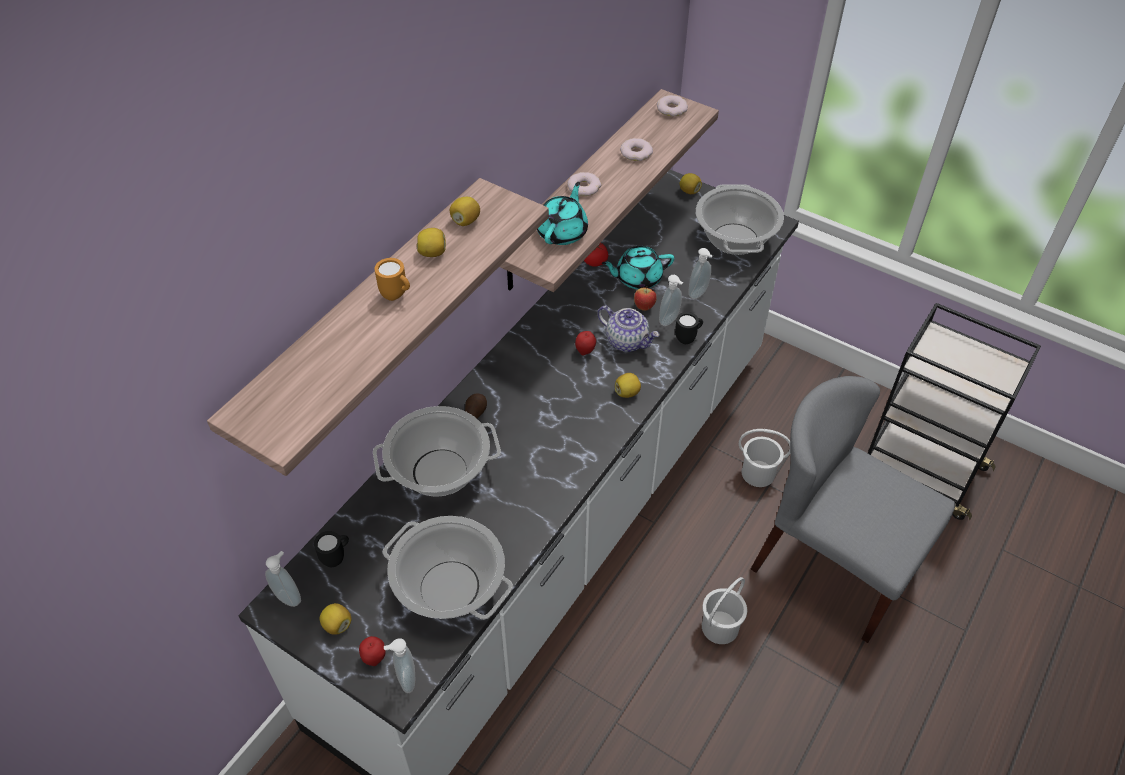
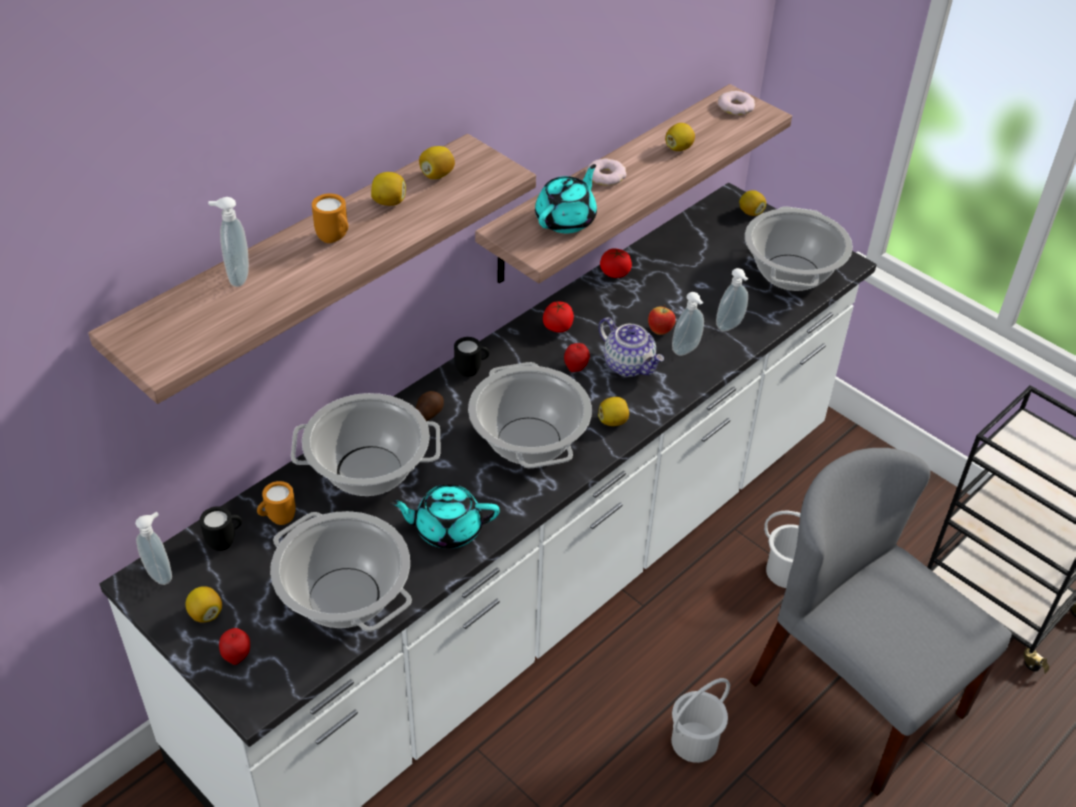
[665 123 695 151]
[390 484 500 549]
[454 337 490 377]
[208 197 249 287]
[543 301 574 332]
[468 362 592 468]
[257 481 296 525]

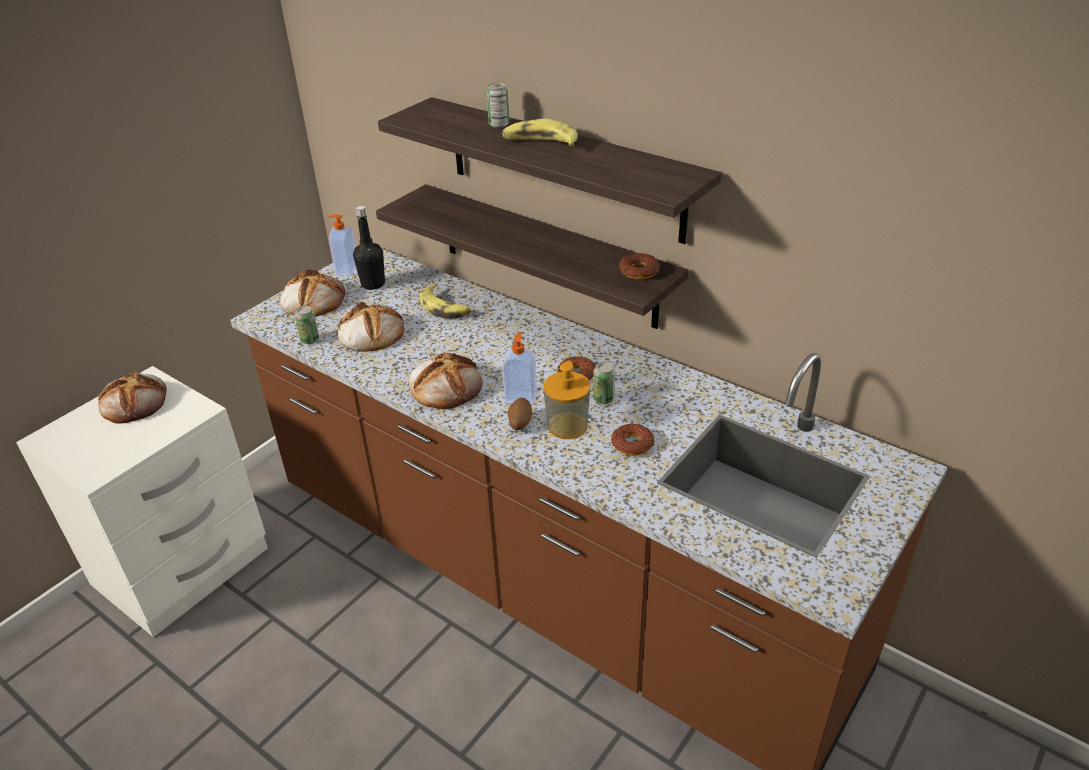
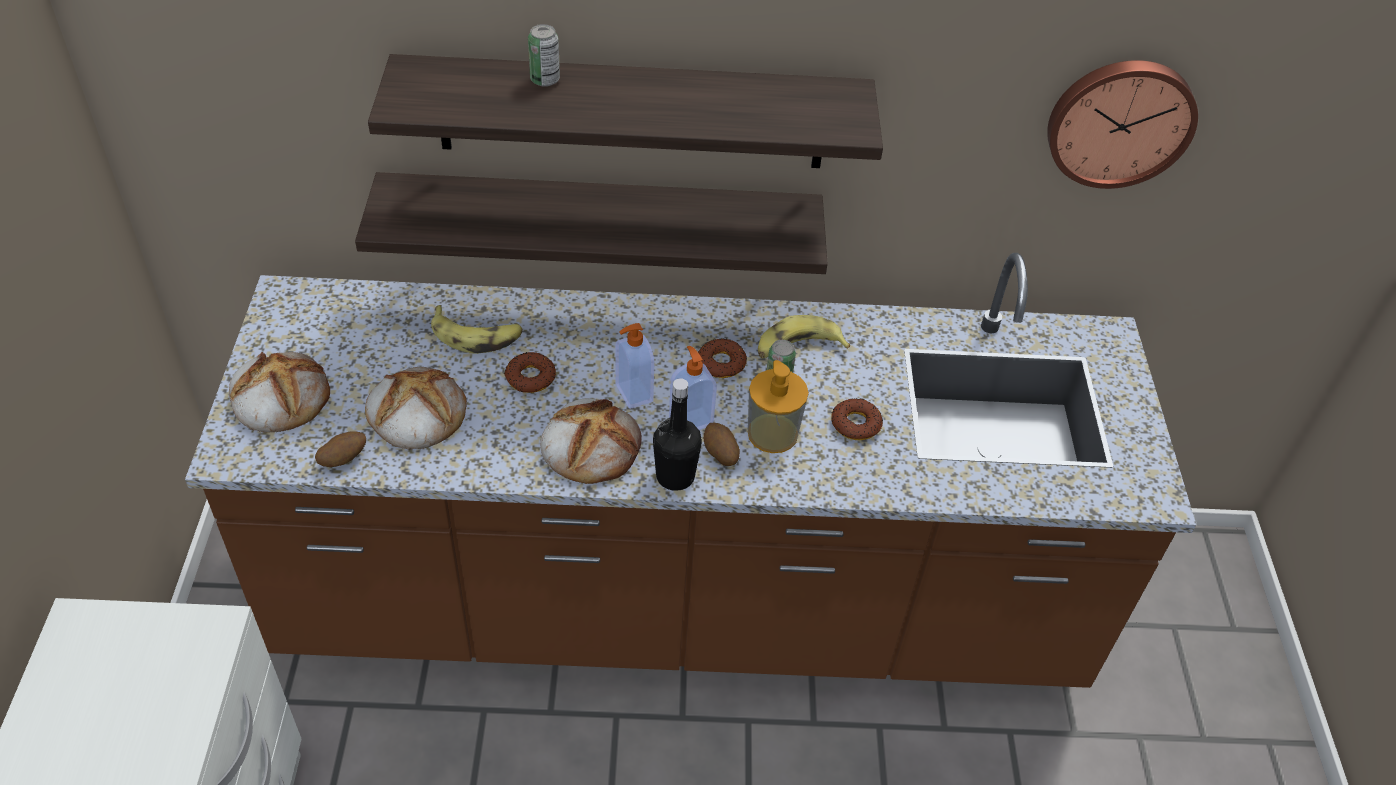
[758 315 850 359]
[653 378 702 491]
[616 323 654 409]
[504 352 556 393]
[315 431 366 467]
[98 372 167 424] (first image)
[1047 60 1198 189]

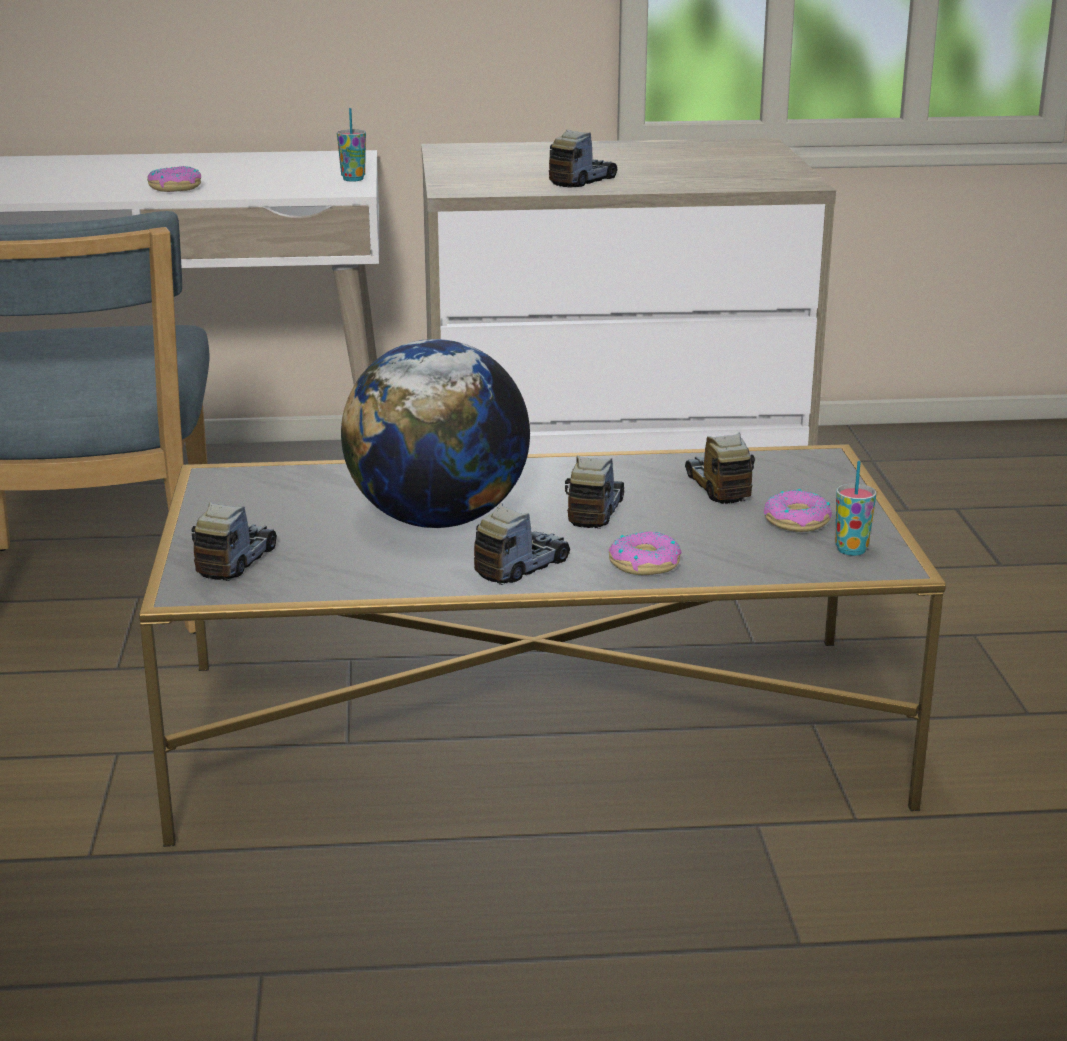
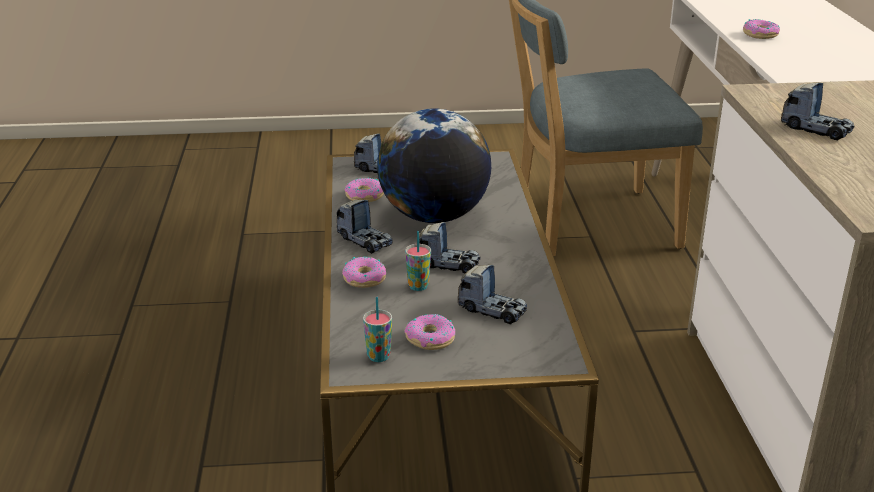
[405 231 431 291]
[458 265 527 325]
[345 178 384 202]

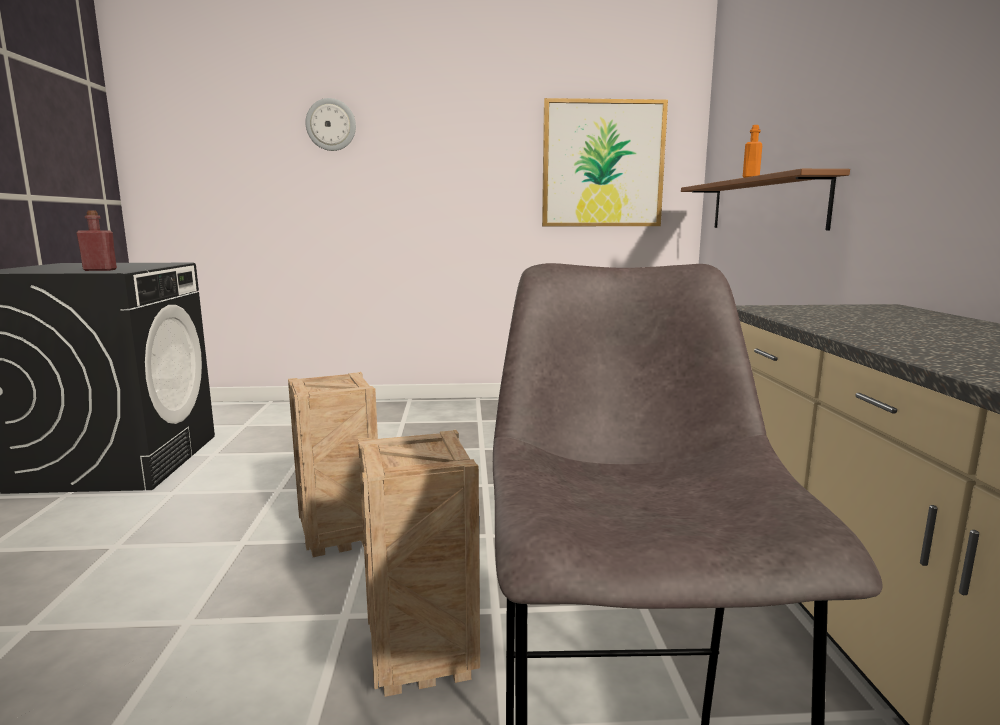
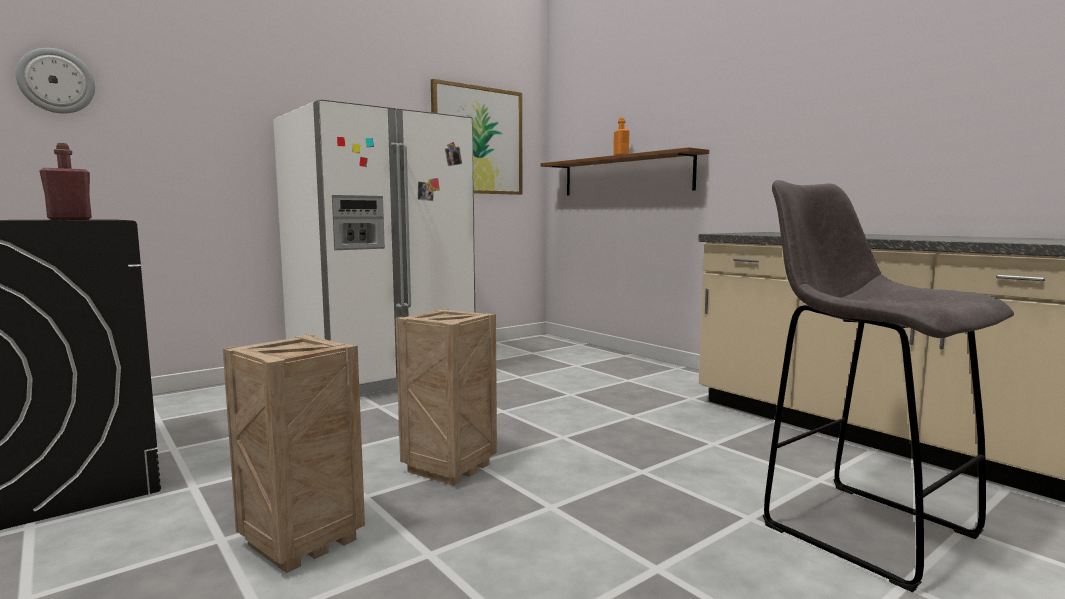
[16 48 95 114]
[223 334 365 573]
[273 99 475 397]

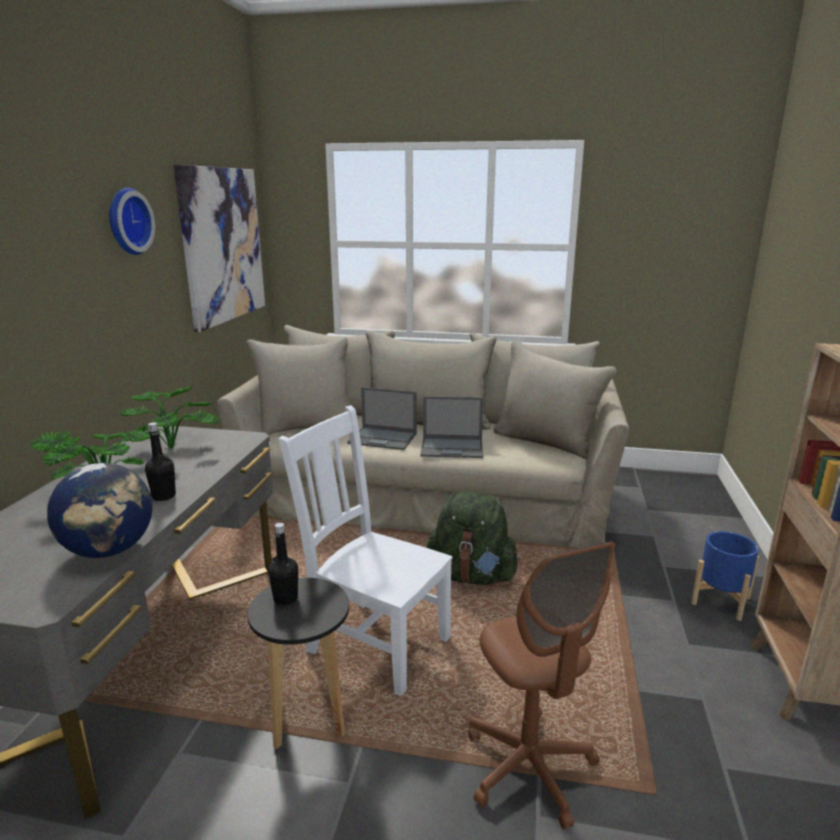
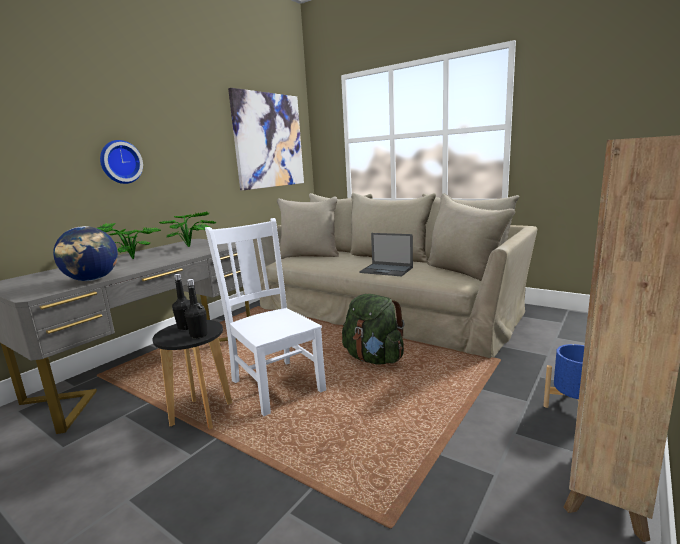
[100 140 143 184]
[347 387 417 450] (first image)
[185 279 208 339]
[468 542 615 829] (first image)

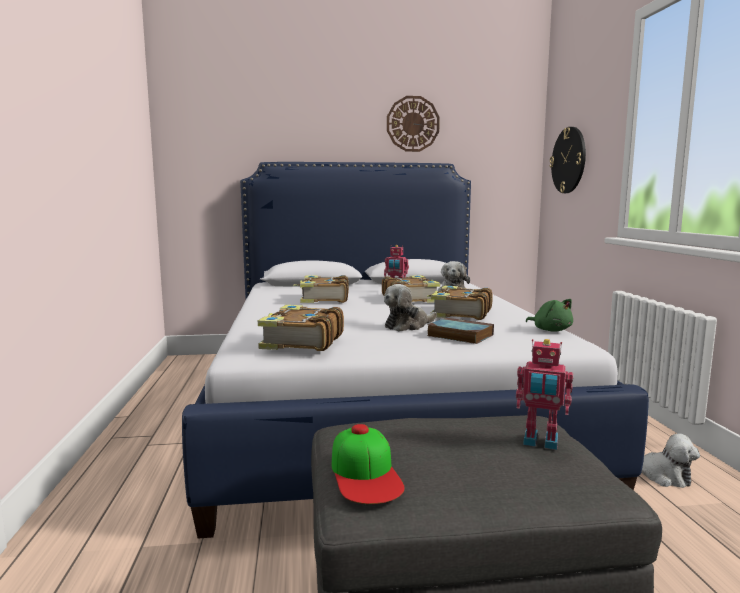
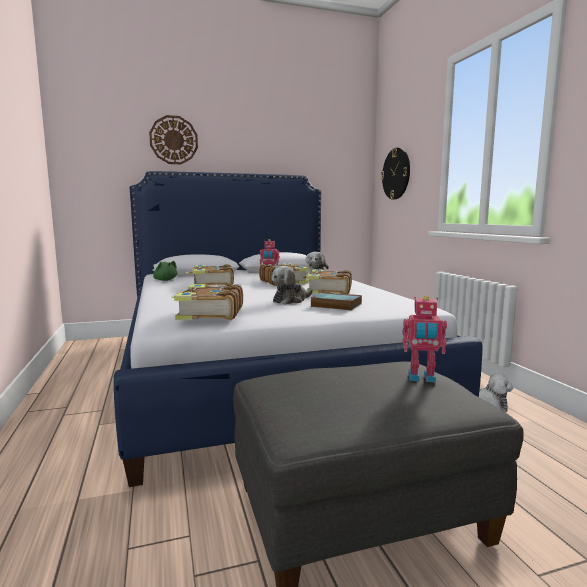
[149 115 198 164]
[153 261 177 281]
[332 424 405 504] (first image)

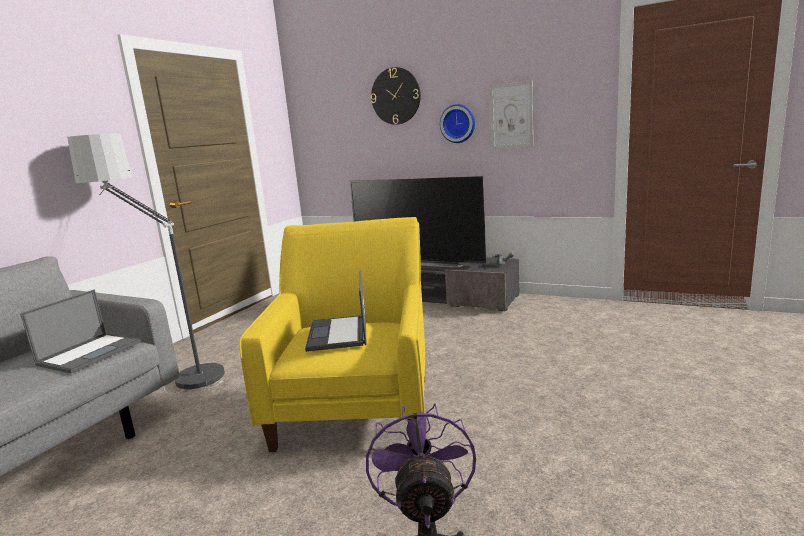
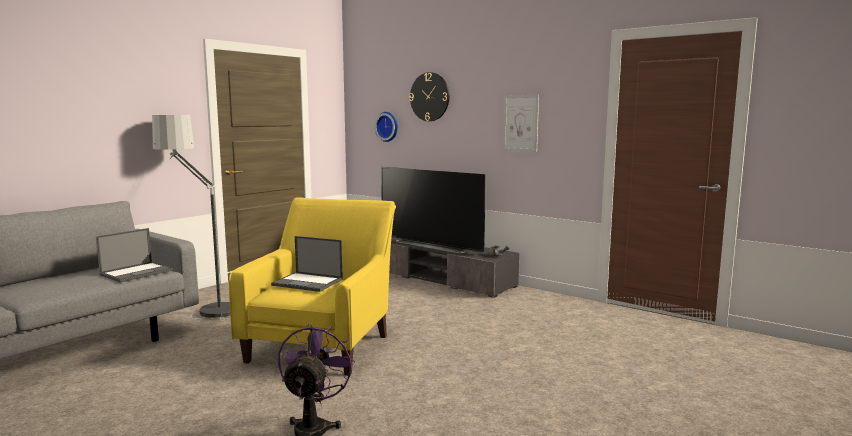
[374 112 398 142]
[271 236 343 292]

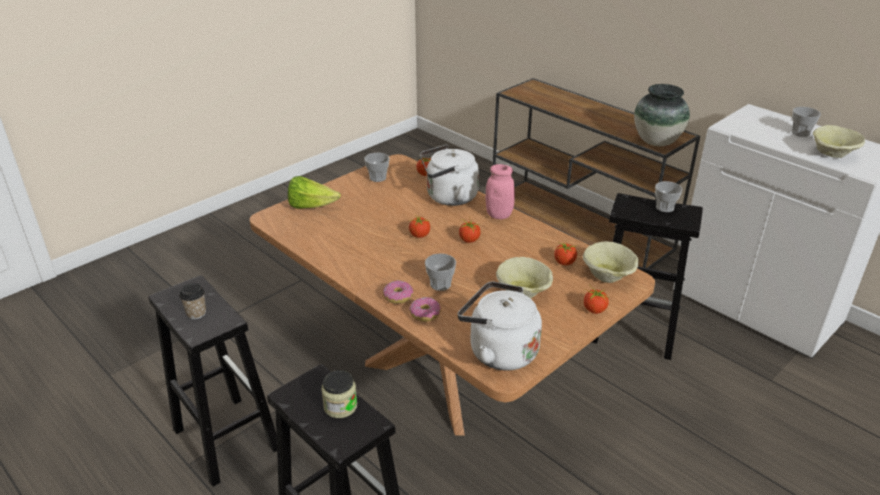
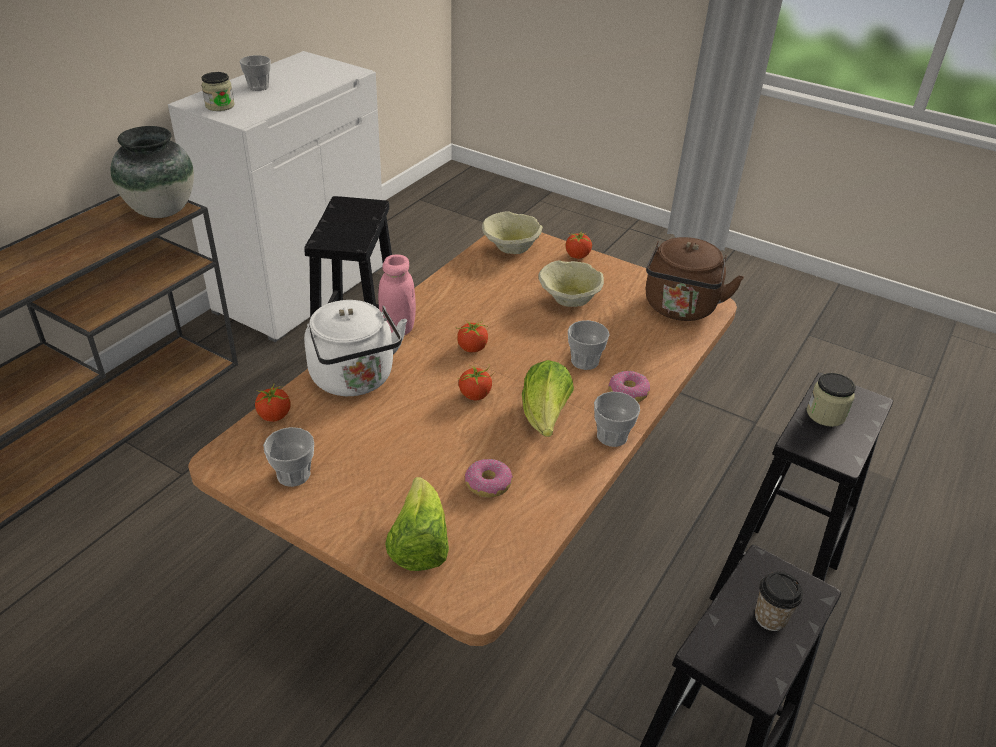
[813 125 865 158] (first image)
[594 391 640 447]
[554 243 577 266] (first image)
[646 237 744 321]
[465 459 513 498]
[201 72 234 111]
[522 360 574 437]

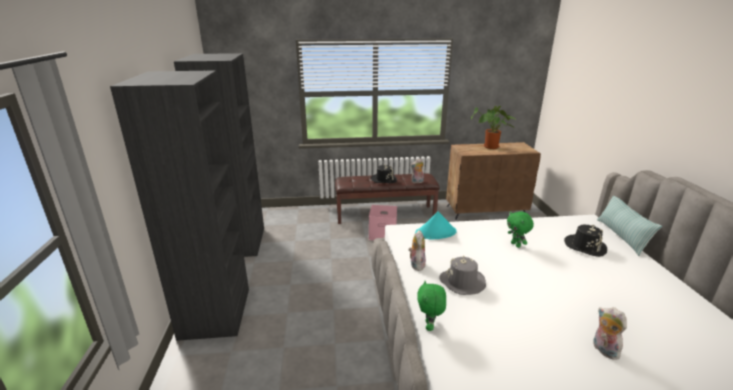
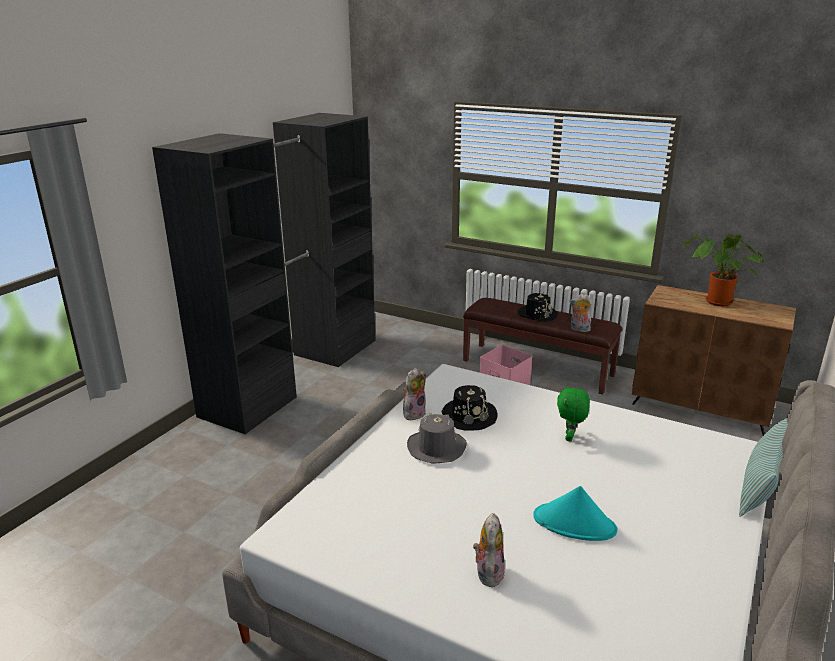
[533 486 618 541]
[442 385 497 430]
[417 281 446 331] (first image)

